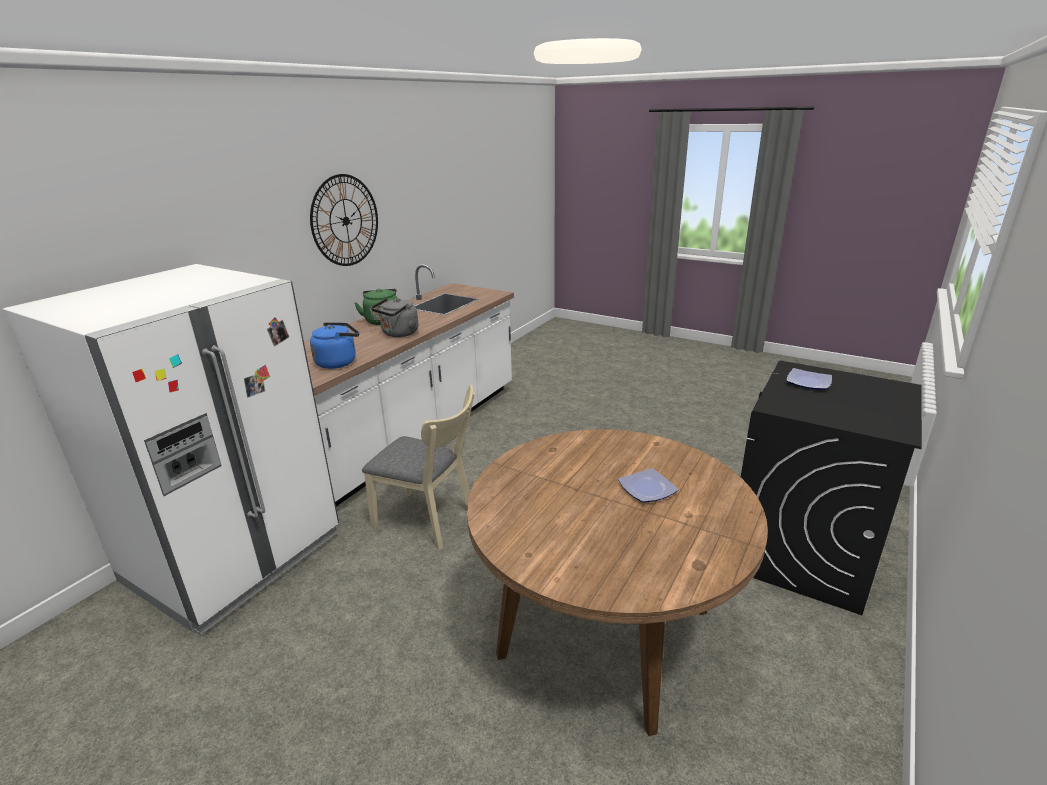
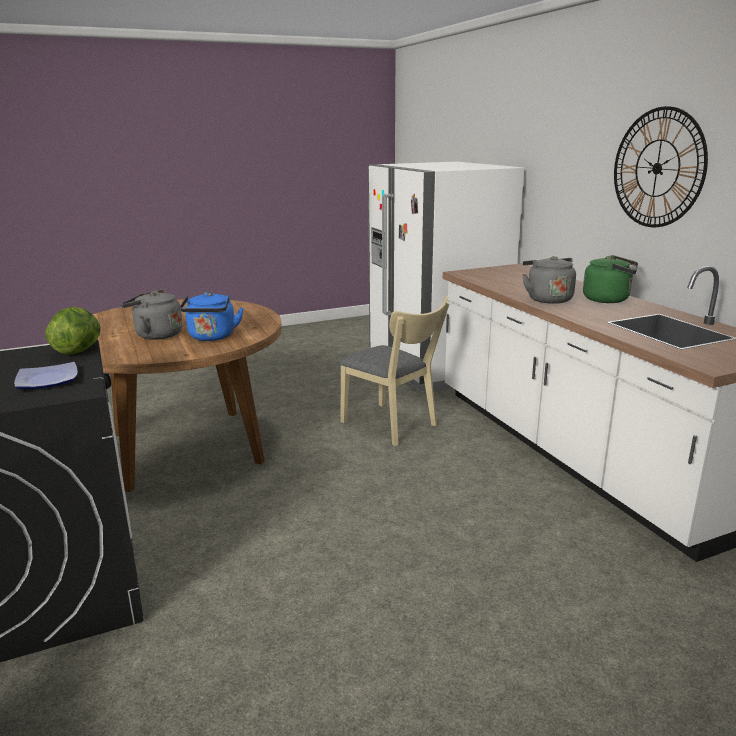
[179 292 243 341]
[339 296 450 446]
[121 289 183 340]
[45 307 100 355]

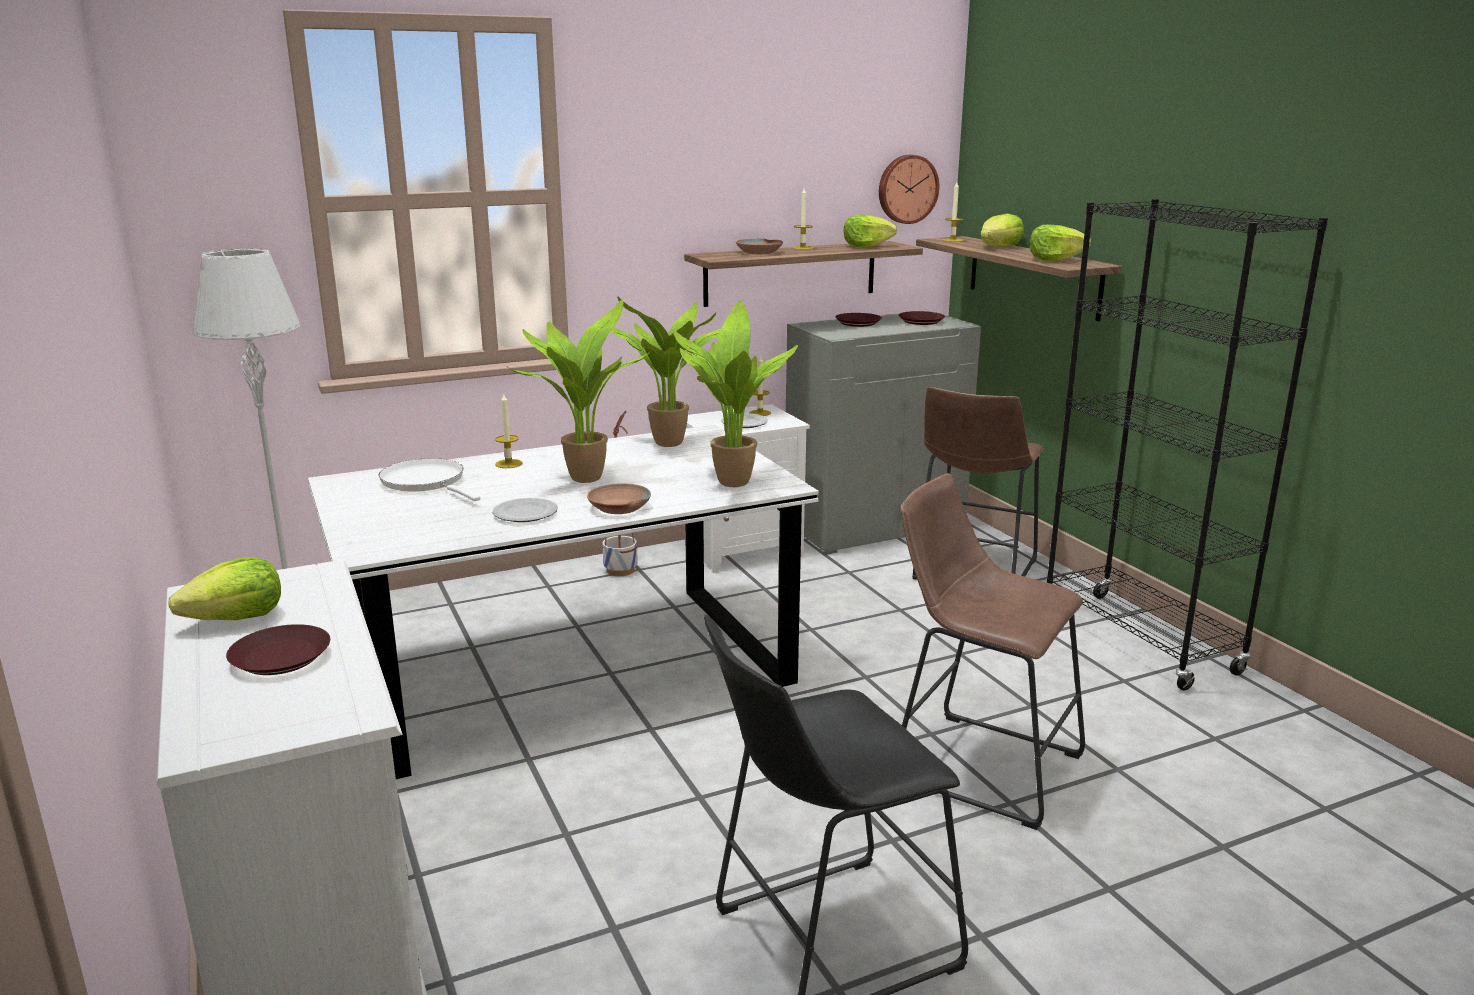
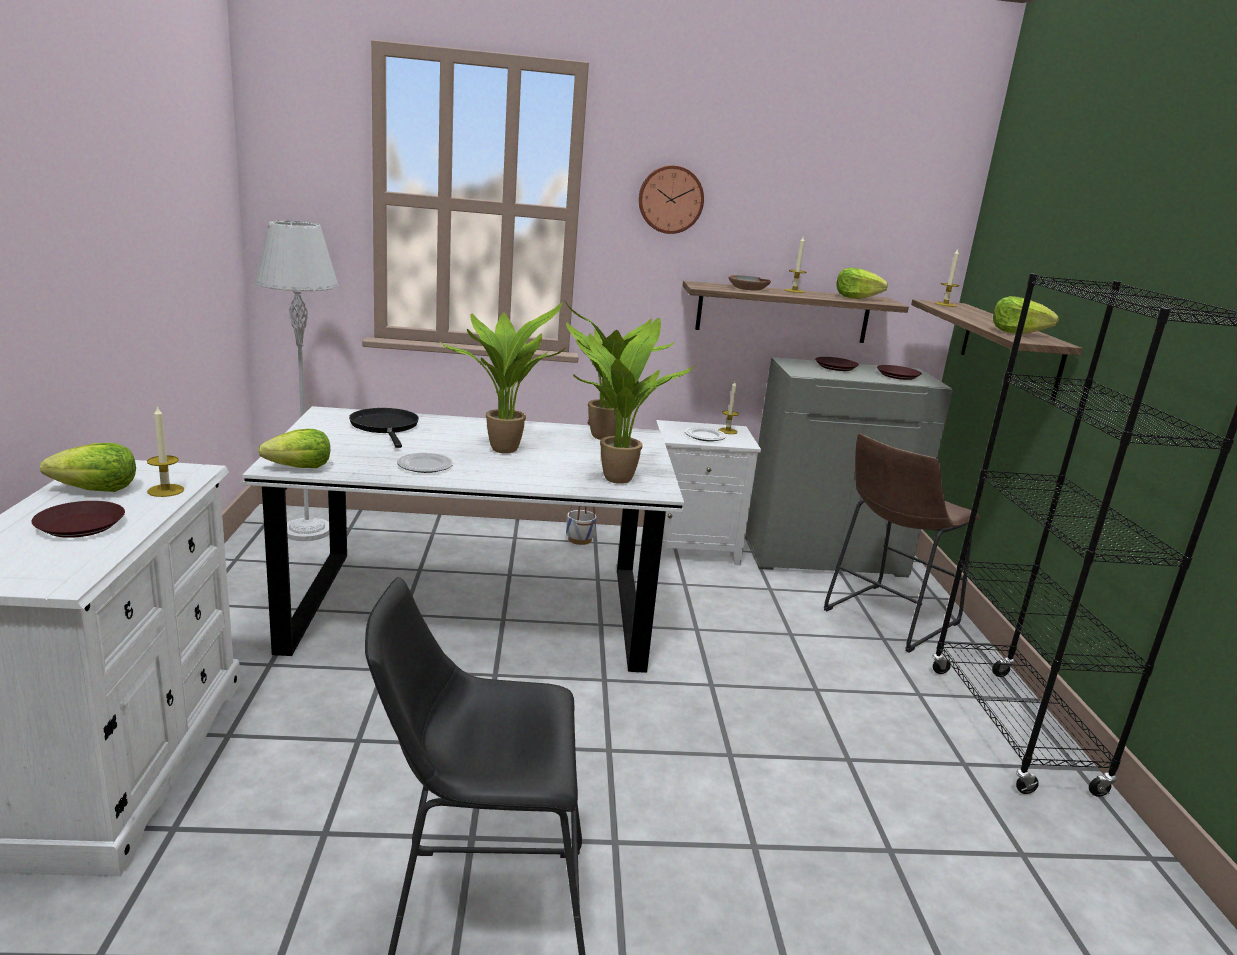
[639 165 704 234]
[258 429 330 468]
[147 405 184 497]
[349 408 419 448]
[901 473 1085 830] (first image)
[587 483 651 514] (first image)

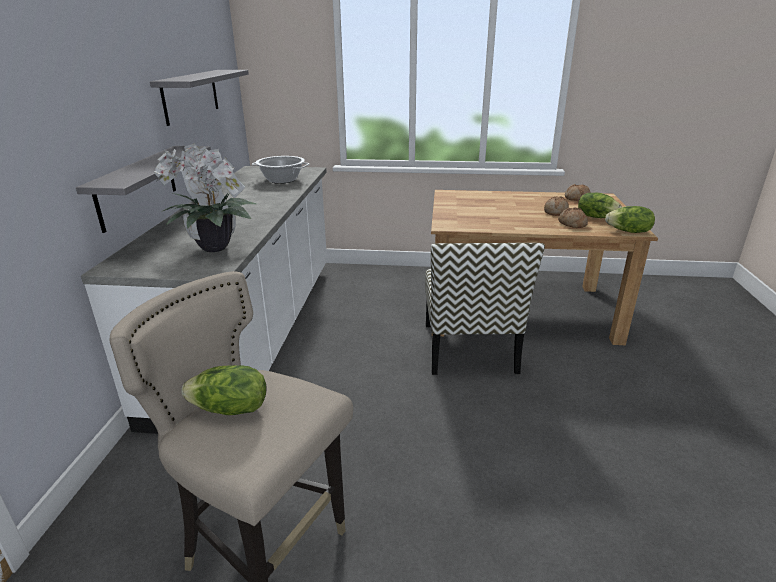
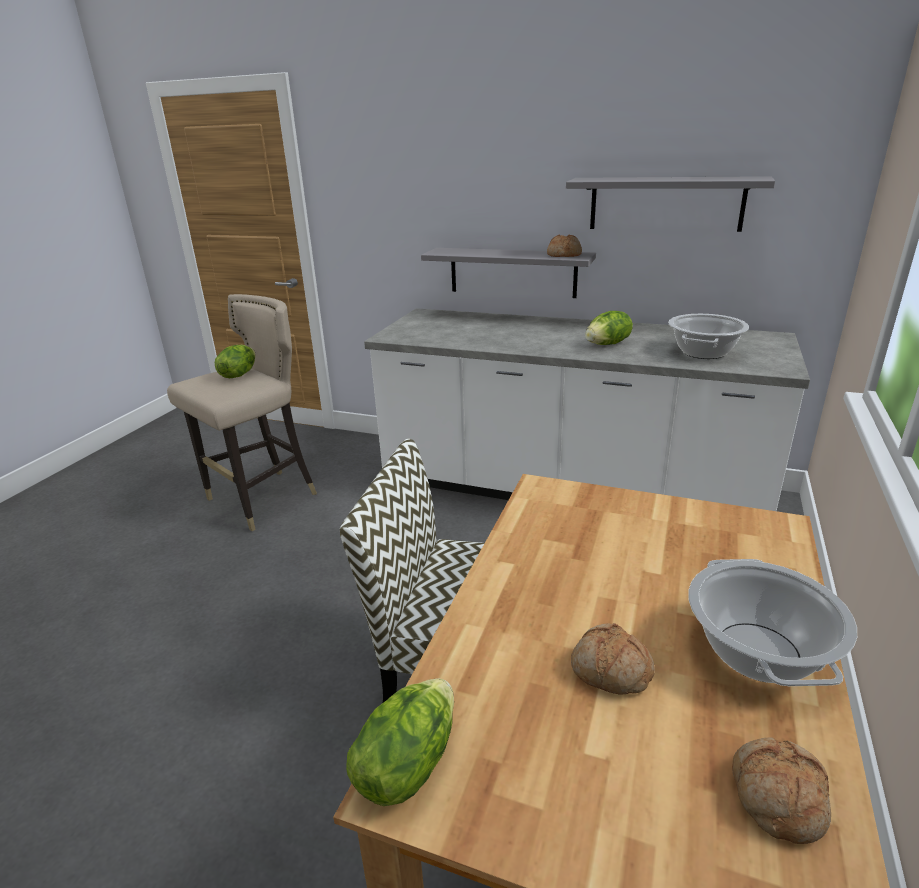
[154 143 257 252] (first image)
[585 311 633 345]
[547 234 582 257]
[688 559 857 686]

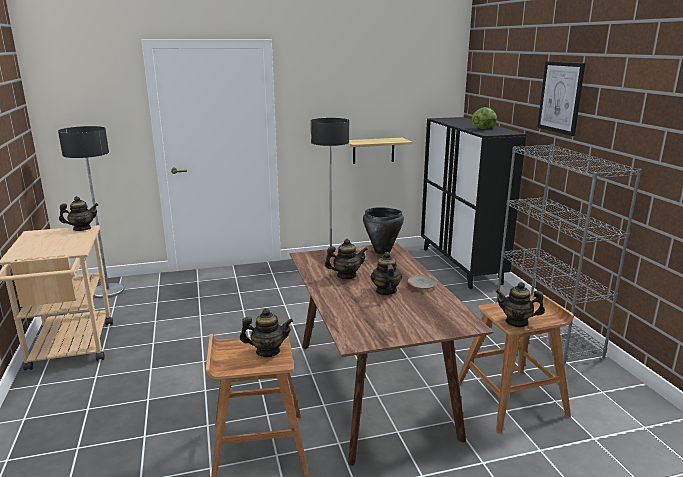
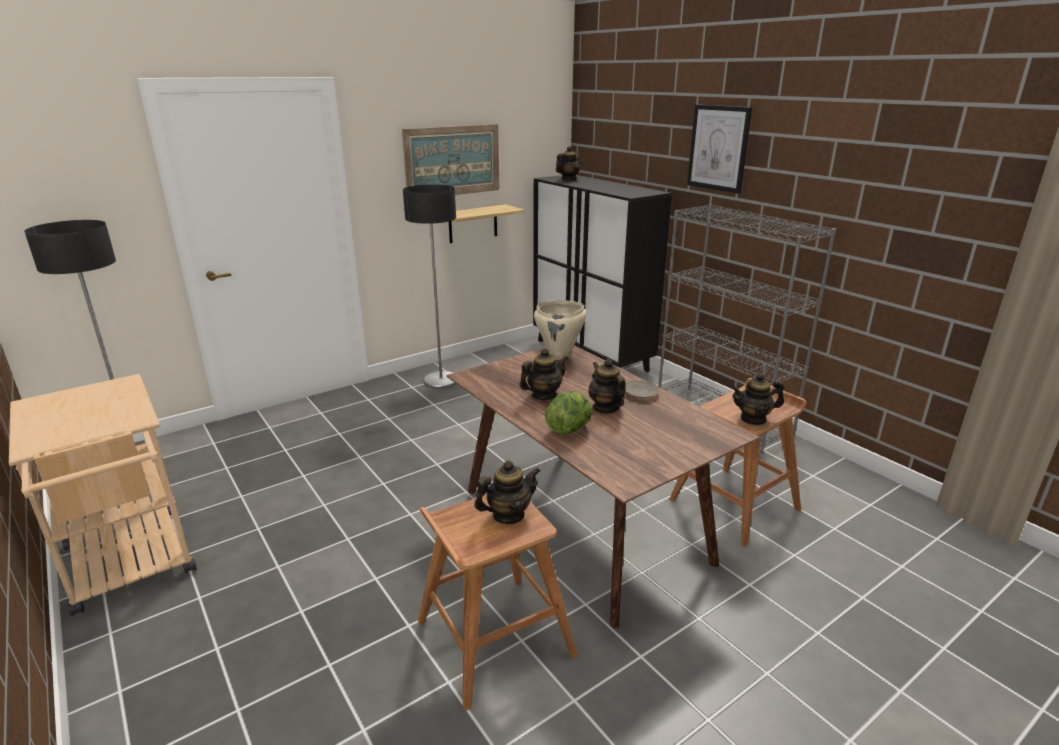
[545 391 592 435]
[556 146 582 180]
[534 300 586 360]
[402 124 499 195]

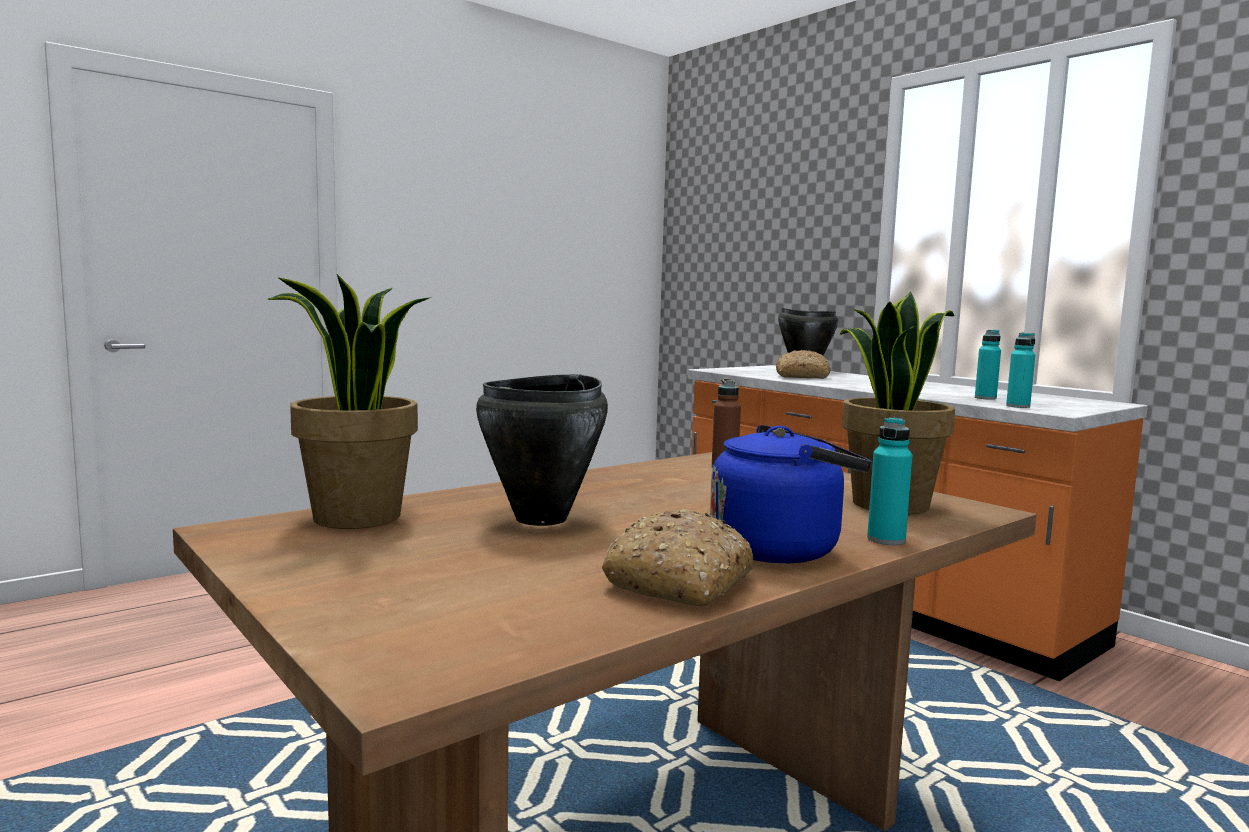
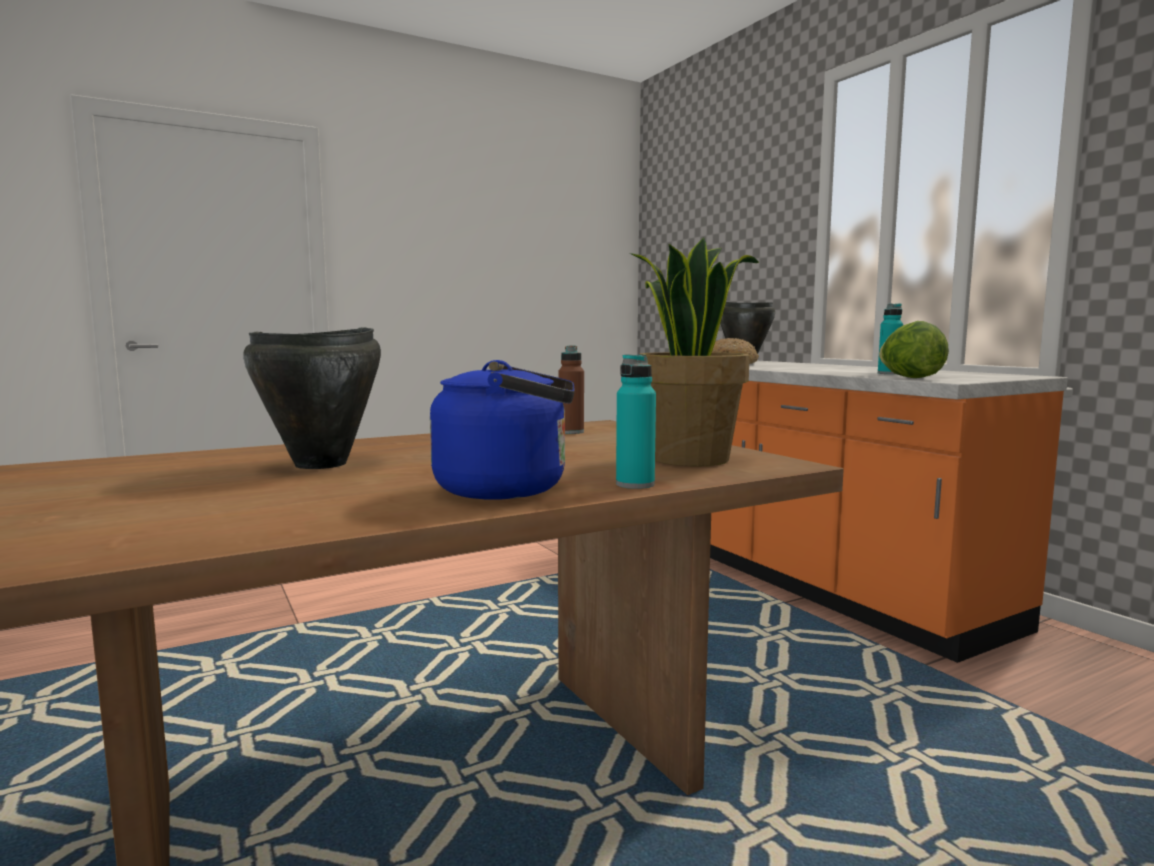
[267 274 429 529] (first image)
[879 321 949 378]
[602 509 754 606] (first image)

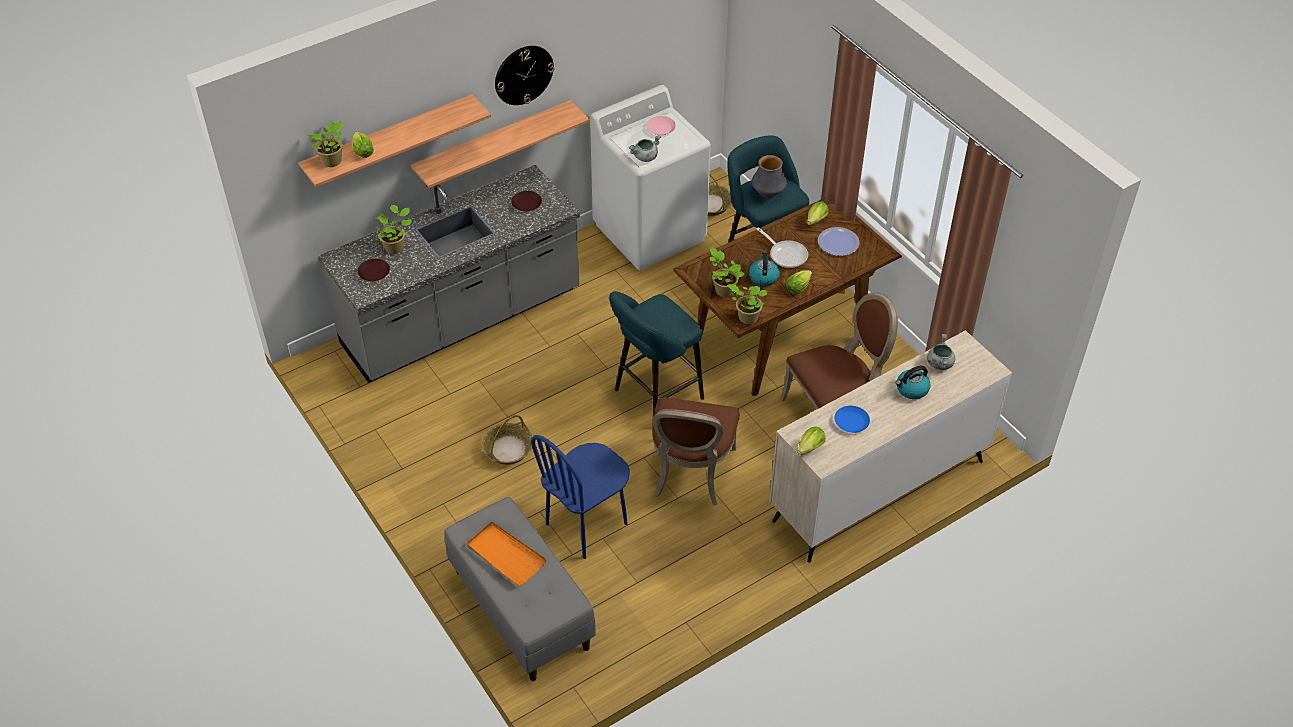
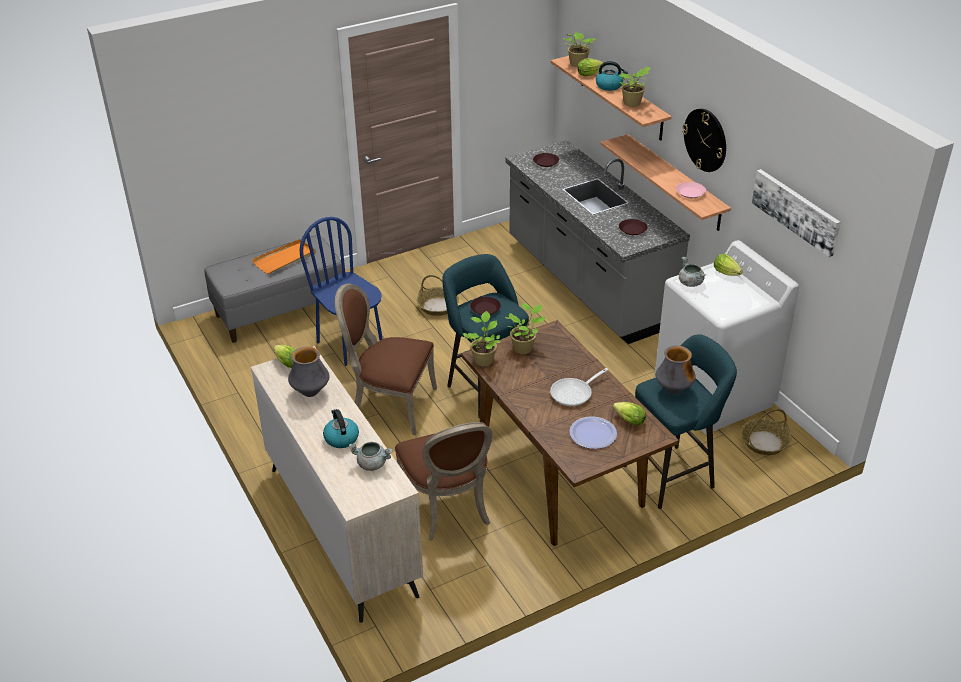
[676 182 706 198]
[618 66 650 107]
[596 61 628 91]
[714 254 743 276]
[288 347 329 397]
[752 169 841 257]
[470 297 501 315]

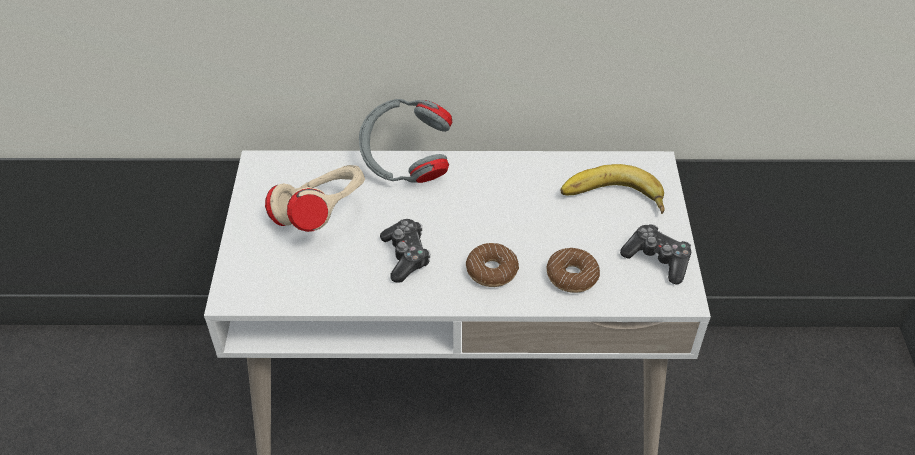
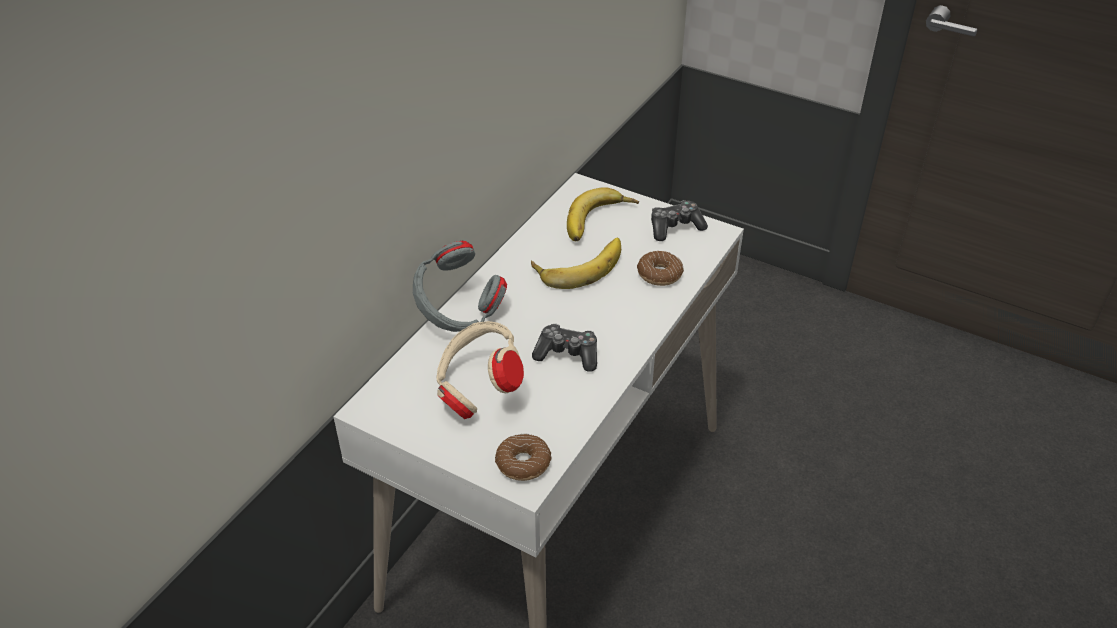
[495 433 552 481]
[531 237 621 289]

